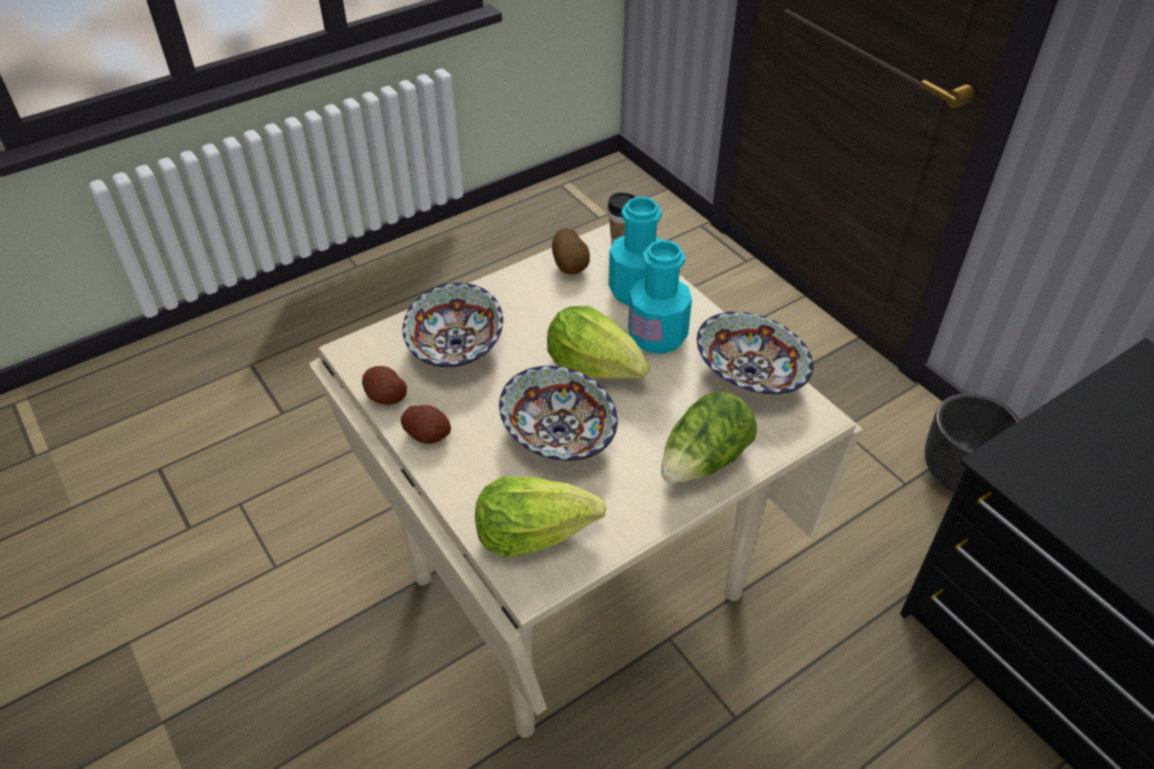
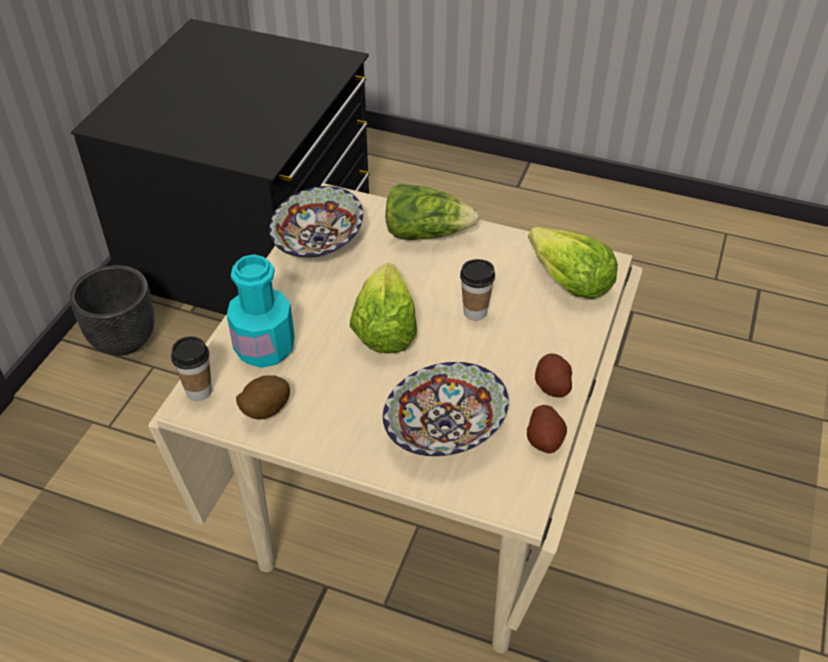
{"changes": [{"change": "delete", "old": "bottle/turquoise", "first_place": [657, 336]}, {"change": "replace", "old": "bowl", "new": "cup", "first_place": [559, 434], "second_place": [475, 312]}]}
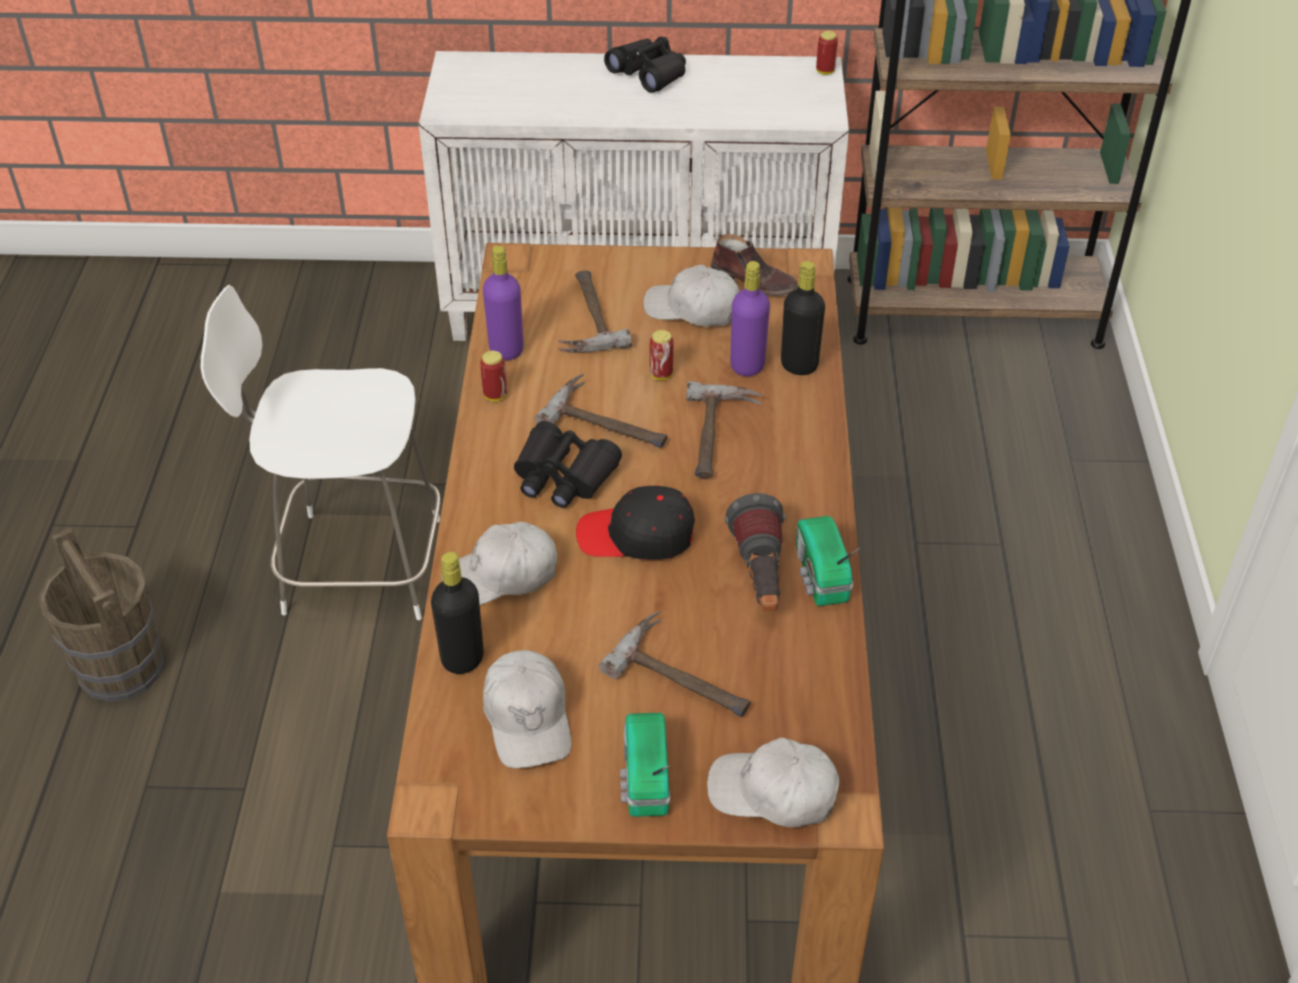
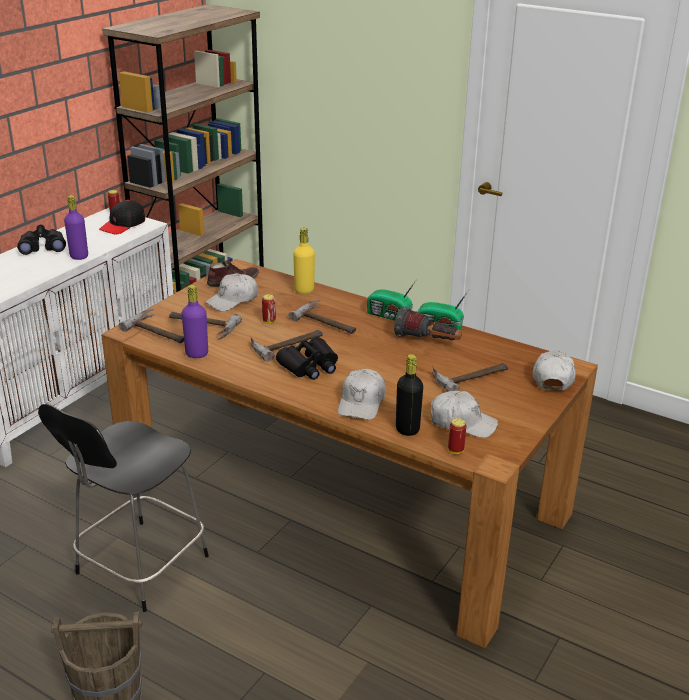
{"changes": [{"change": "move", "old": "bottle/purple", "first_place": [747, 365], "second_place": [79, 256]}, {"change": "recolor", "old": "bottle/black", "new": "bottle/yellow", "first_place": [799, 365], "second_place": [304, 290]}, {"change": "recolor", "old": "chair/white", "new": "chair/black", "first_place": [355, 565], "second_place": [139, 567]}, {"change": "move", "old": "can", "first_place": [495, 395], "second_place": [455, 451]}, {"change": "move", "old": "cap/black", "first_place": [636, 535], "second_place": [123, 225]}, {"change": "move", "old": "radio", "first_place": [644, 780], "second_place": [389, 316]}, {"change": "rotate", "old": "cap/white", "first_place": [773, 793], "second_place": [553, 377], "degrees": 150}, {"change": "insert", "new": "hammer", "second_place": [160, 331]}]}
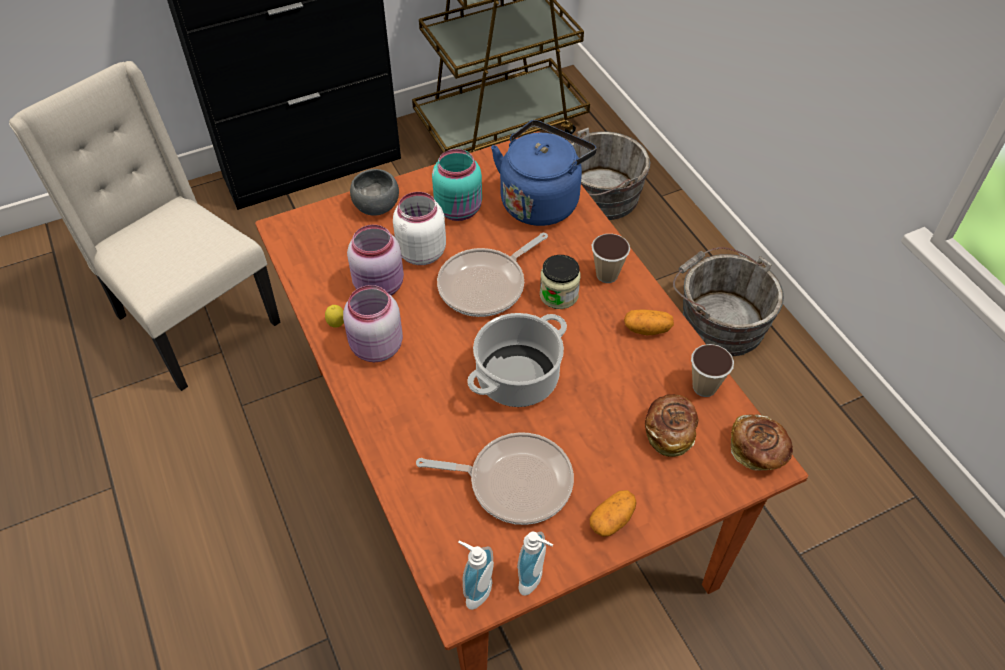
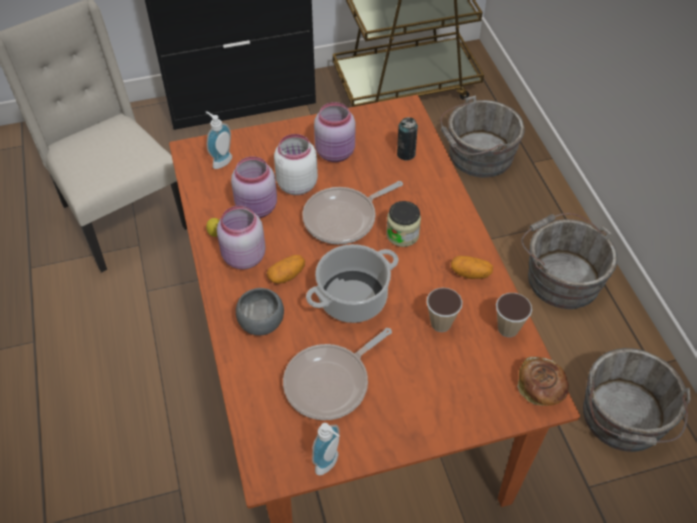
{"changes": [{"change": "replace", "old": "kettle/blue", "new": "can", "first_place": [541, 200], "second_place": [406, 154]}, {"change": "recolor", "old": "jar/turquoise", "new": "jar/pink", "first_place": [460, 210], "second_place": [336, 153]}, {"change": "move", "old": "bowl/grey", "first_place": [377, 205], "second_place": [262, 321]}, {"change": "move", "old": "cup", "first_place": [607, 275], "second_place": [441, 323]}, {"change": "delete", "old": "bread", "first_place": [669, 432]}, {"change": "rotate", "old": "frying pan", "first_place": [514, 482], "second_place": [331, 382], "degrees": 120}, {"change": "move", "old": "potato", "first_place": [612, 520], "second_place": [287, 275]}, {"change": "move", "old": "soap dispenser", "first_place": [475, 590], "second_place": [220, 160]}, {"change": "insert", "new": "bucket/grey", "second_place": [623, 419]}]}
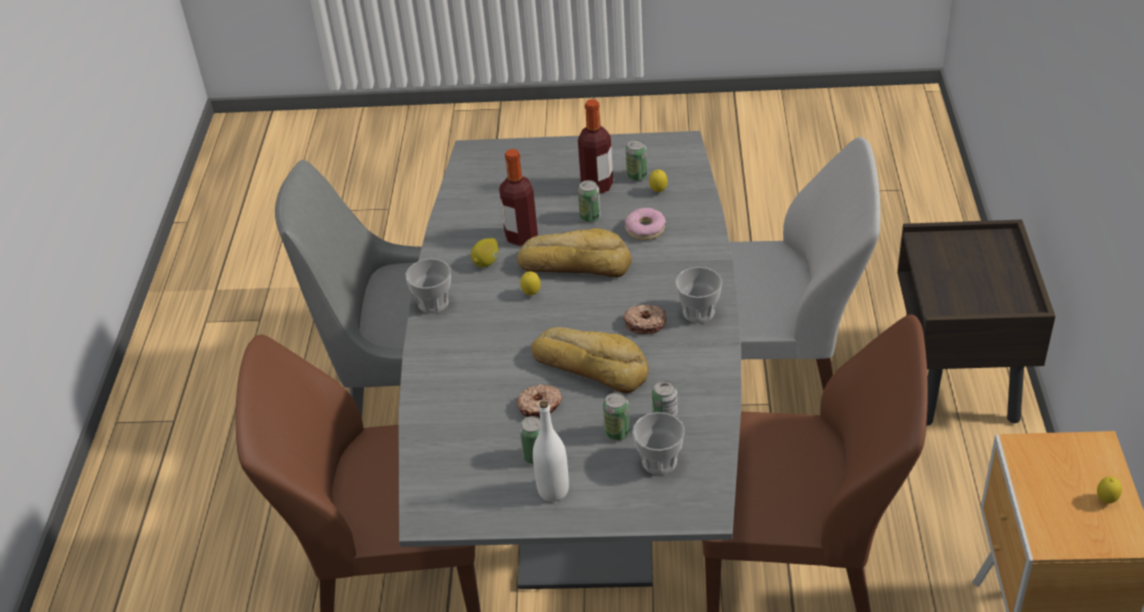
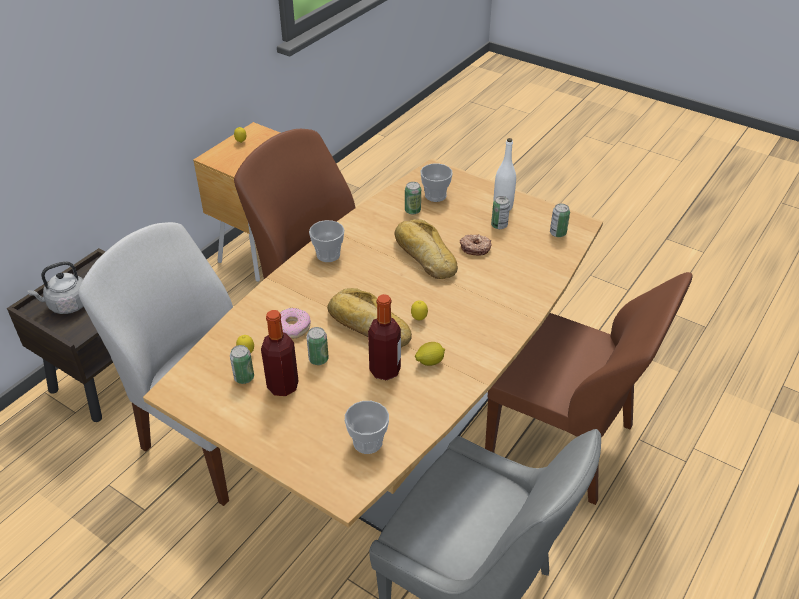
{"changes": [{"change": "recolor", "old": "dining table/grey", "new": "dining table/brown", "first_place": [587, 485], "second_place": [399, 438]}, {"change": "move", "old": "cup", "first_place": [433, 303], "second_place": [367, 442]}, {"change": "delete", "old": "donut", "first_place": [645, 323]}, {"change": "move", "old": "can", "first_place": [617, 433], "second_place": [558, 233]}, {"change": "insert", "new": "kettle/grey", "second_place": [67, 305]}]}
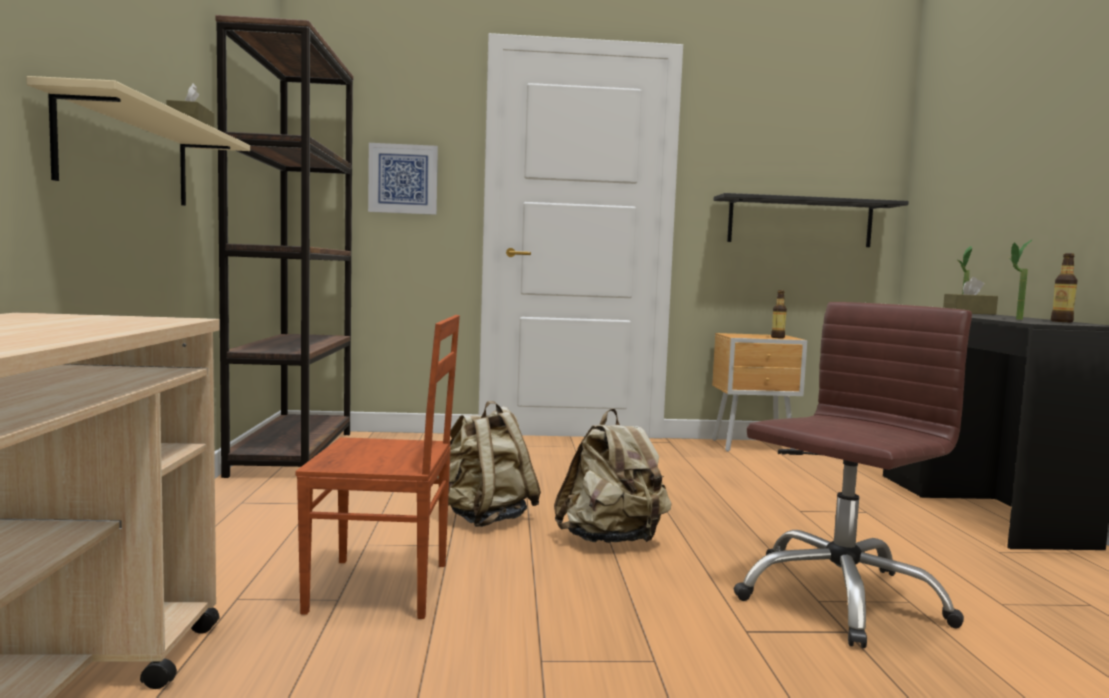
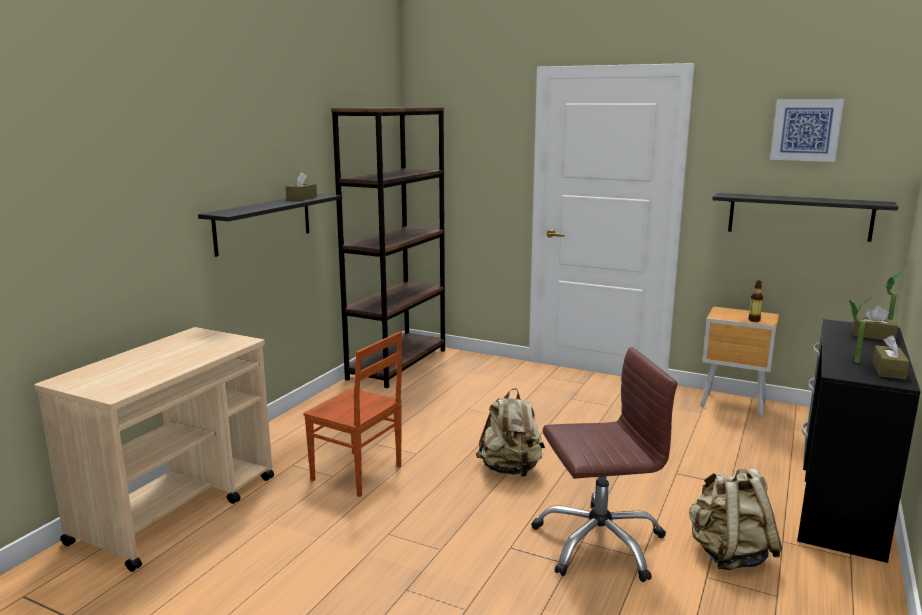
{"changes": [{"change": "recolor", "old": "shelf/beige", "new": "shelf/black", "first_place": [127, 155], "second_place": [263, 223]}, {"change": "move", "old": "picture", "first_place": [403, 179], "second_place": [806, 130]}, {"change": "replace", "old": "bottle", "new": "tissue box/brown", "first_place": [1061, 321], "second_place": [888, 370]}, {"change": "move", "old": "backpack/beige", "first_place": [484, 518], "second_place": [729, 555]}]}
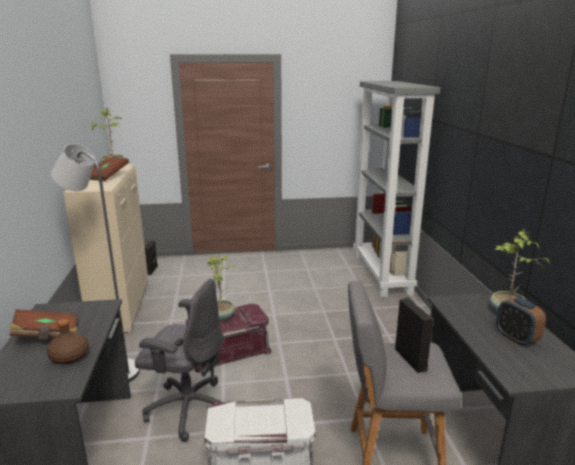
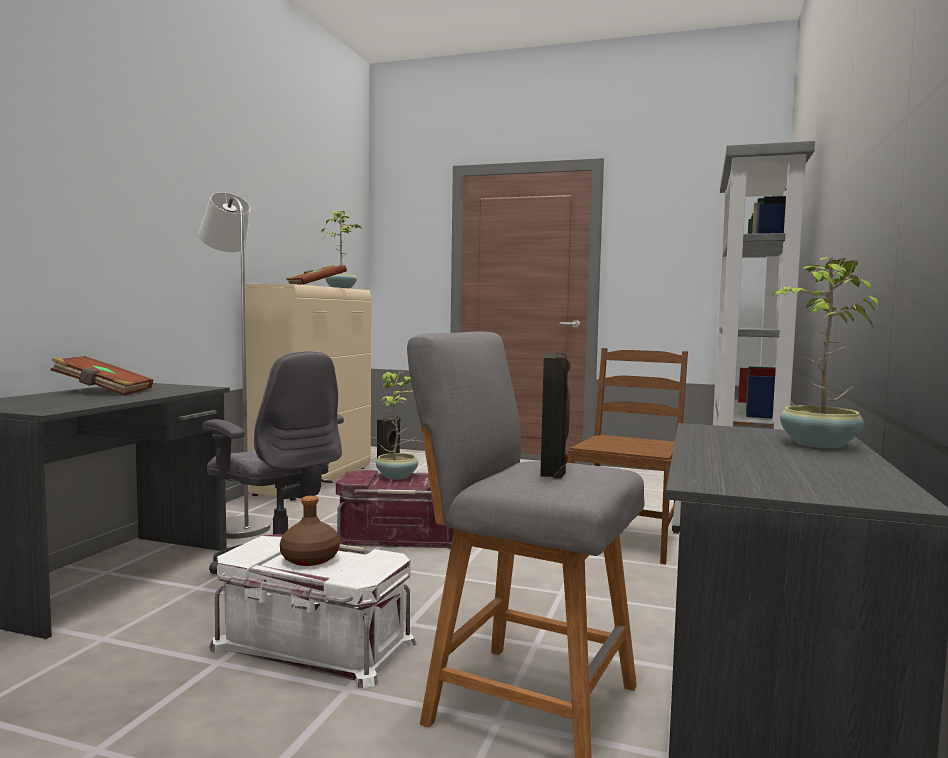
{"changes": [{"change": "delete", "old": "alarm clock", "first_place": [516, 338]}, {"change": "move", "old": "bottle/brown", "first_place": [69, 356], "second_place": [309, 559]}, {"change": "insert", "new": "chair/brown", "second_place": [625, 539]}]}
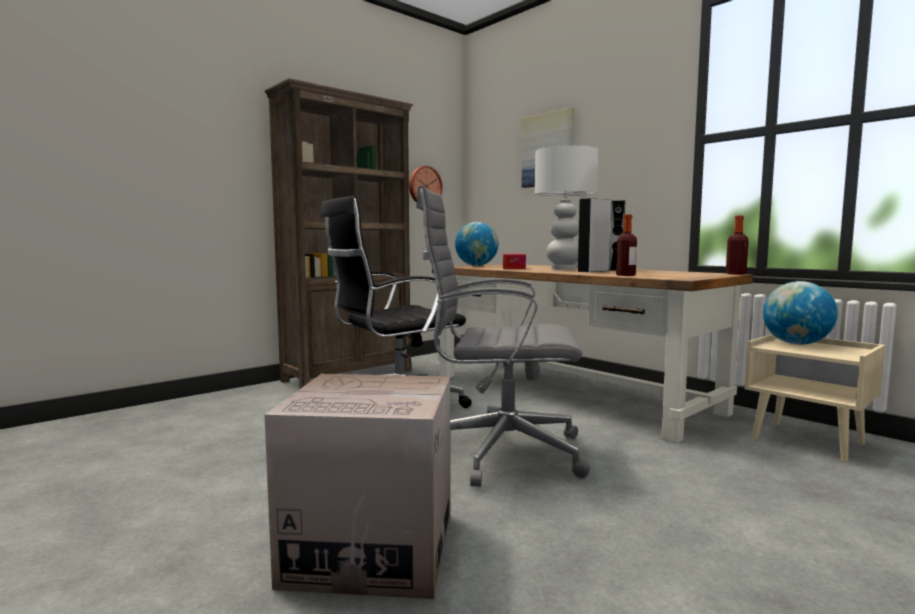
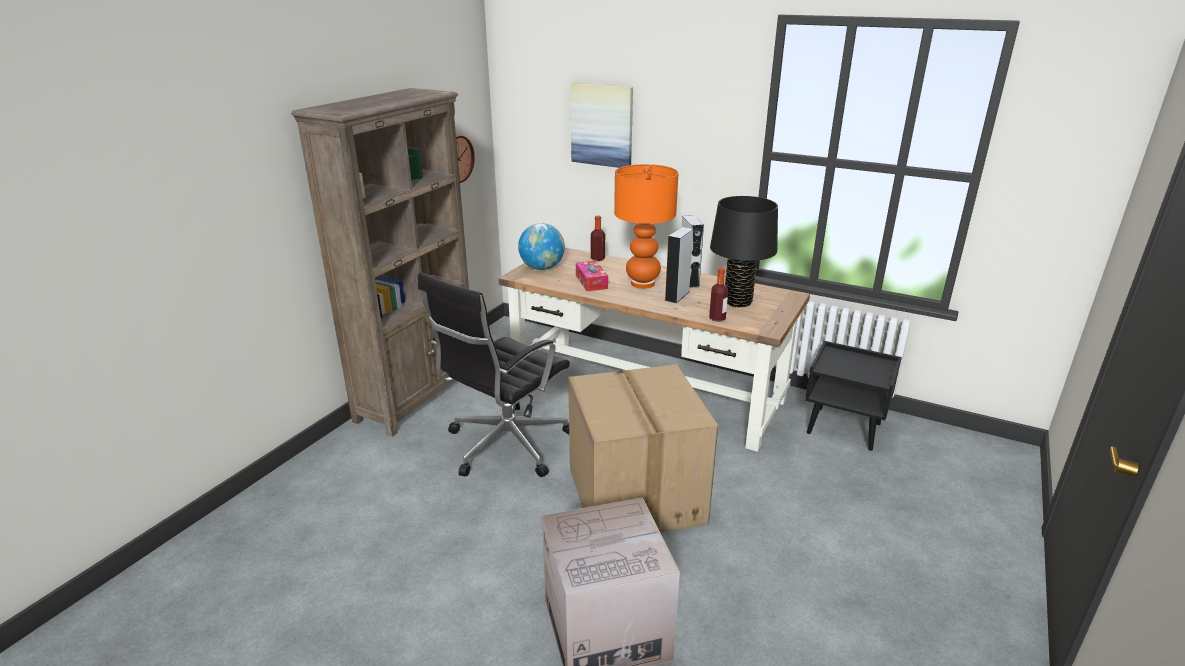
{"changes": [{"change": "recolor", "old": "table lamp/white", "new": "table lamp/orange", "first_place": [563, 269], "second_place": [642, 283]}, {"change": "replace", "old": "office chair/grey", "new": "cardboard box", "first_place": [500, 451], "second_place": [633, 494]}, {"change": "move", "old": "bottle", "first_place": [735, 274], "second_place": [597, 259]}, {"change": "delete", "old": "globe", "first_place": [796, 344]}, {"change": "recolor", "old": "nightstand/beige", "new": "nightstand/black", "first_place": [808, 441], "second_place": [844, 428]}, {"change": "insert", "new": "table lamp/black", "second_place": [737, 302]}]}
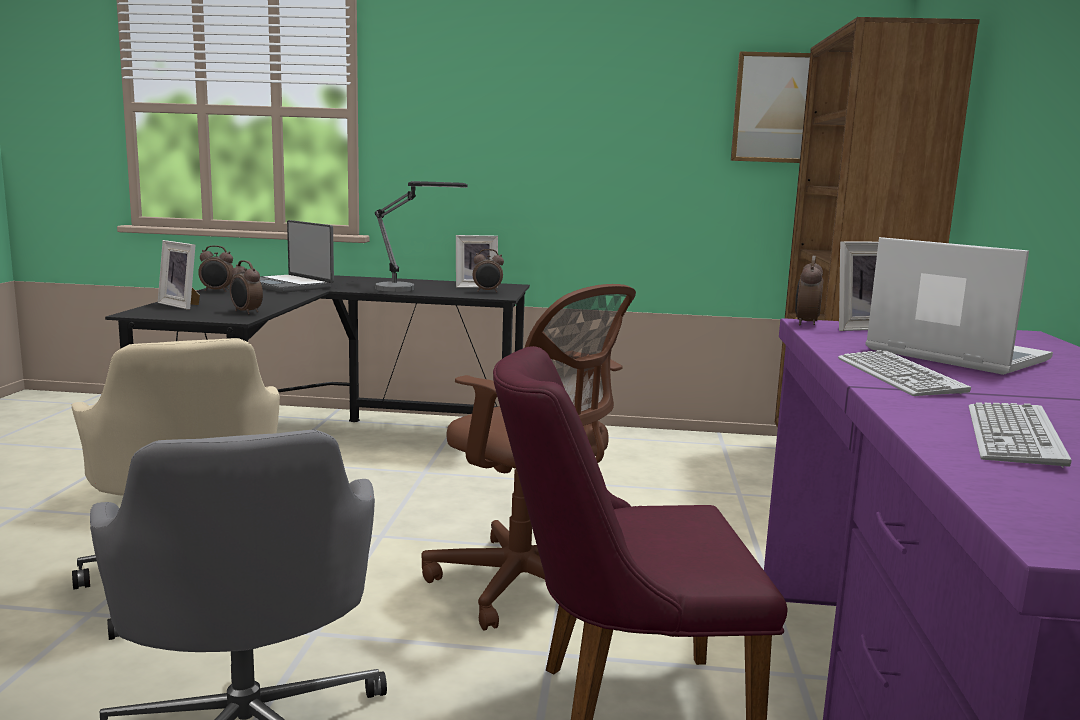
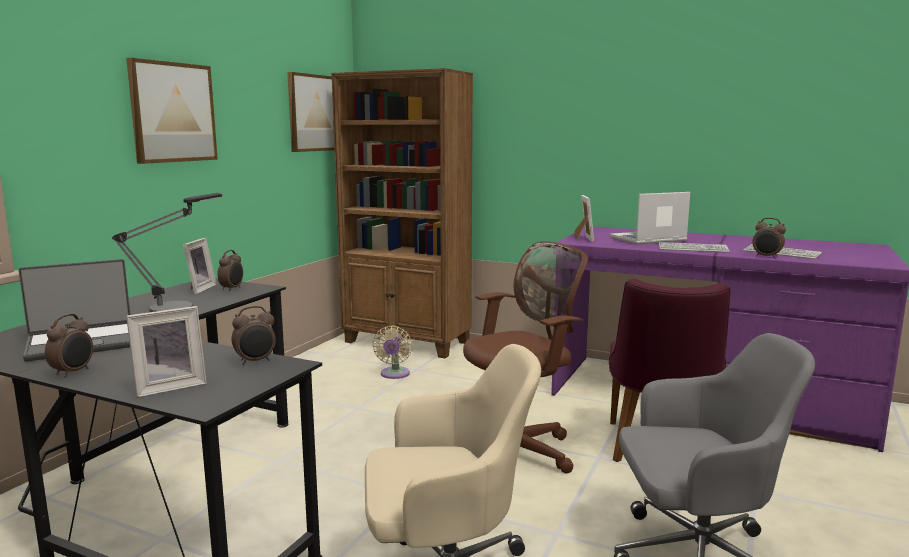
{"changes": [{"change": "move", "old": "alarm clock", "first_place": [805, 323], "second_place": [766, 257]}, {"change": "insert", "new": "picture", "second_place": [172, 112]}, {"change": "insert", "new": "fan/beige", "second_place": [394, 374]}]}
